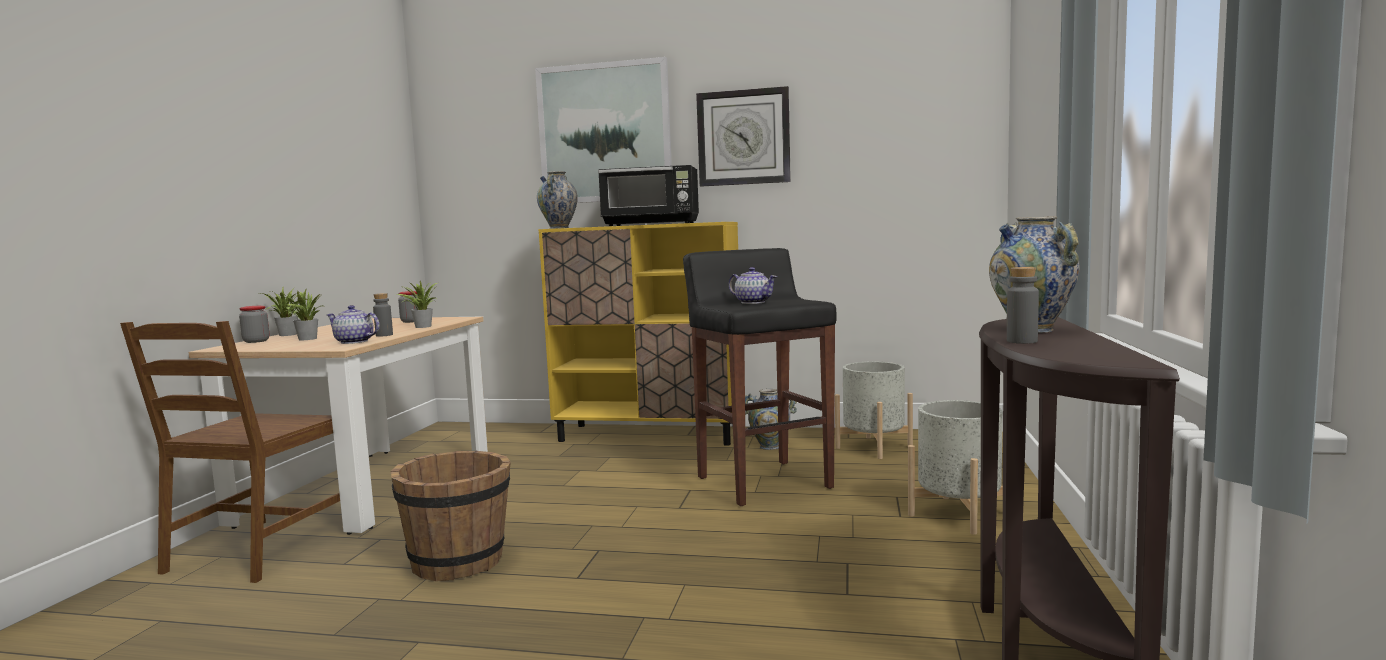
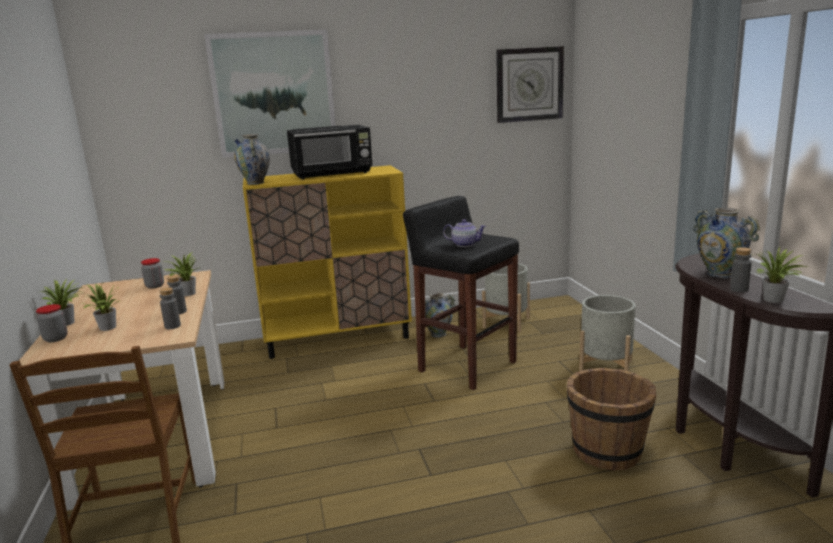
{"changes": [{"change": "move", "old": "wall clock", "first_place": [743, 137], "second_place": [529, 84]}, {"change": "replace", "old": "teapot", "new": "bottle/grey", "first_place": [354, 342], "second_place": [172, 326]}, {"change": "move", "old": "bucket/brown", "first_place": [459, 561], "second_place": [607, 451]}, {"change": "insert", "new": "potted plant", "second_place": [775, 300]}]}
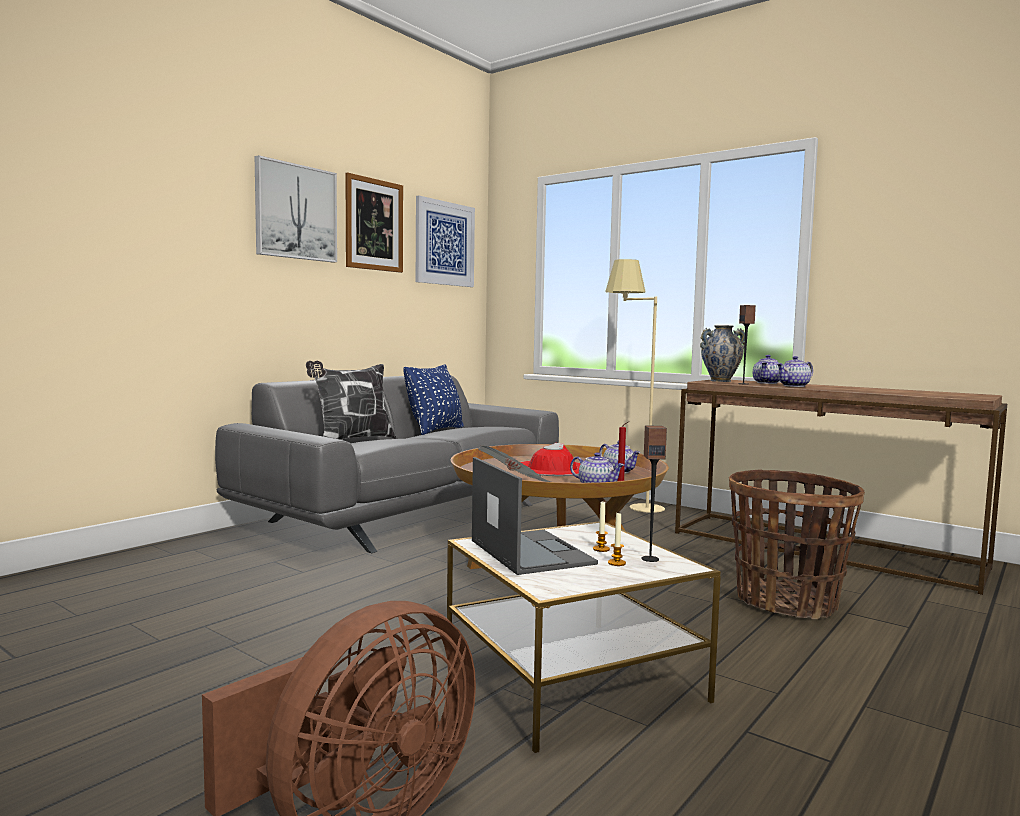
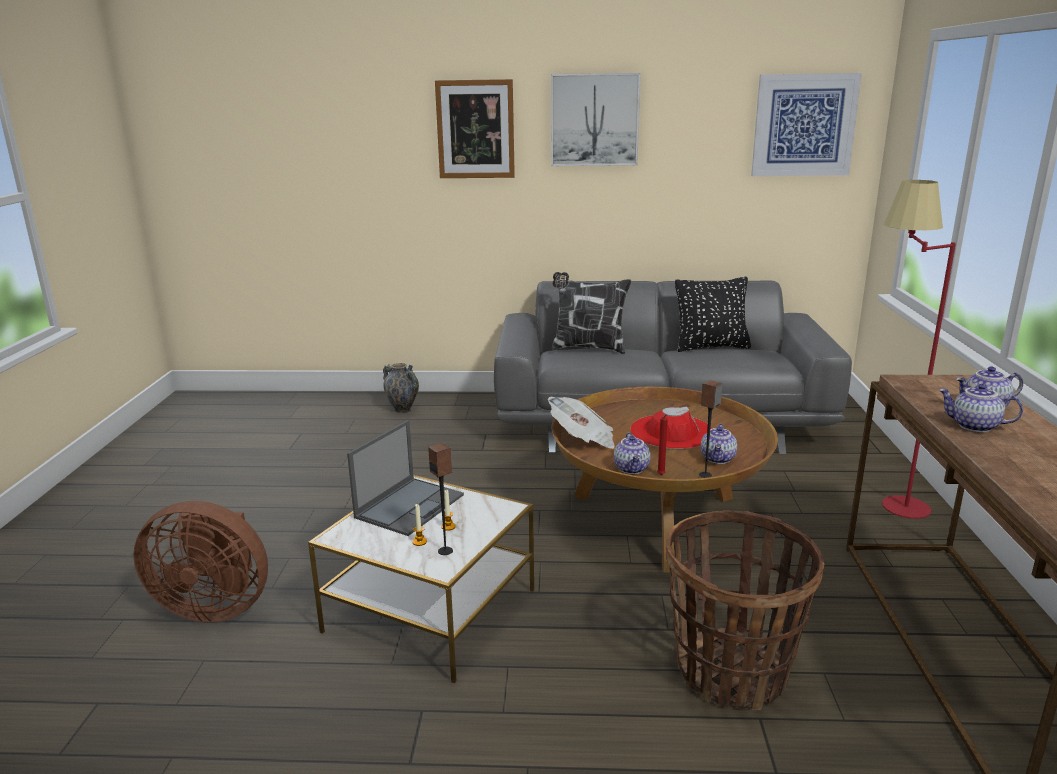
{"changes": [{"change": "move", "old": "picture", "first_place": [374, 225], "second_place": [475, 129]}, {"change": "recolor", "old": "floor lamp/beige", "new": "floor lamp/red", "first_place": [631, 508], "second_place": [885, 499]}, {"change": "move", "old": "speaker", "first_place": [743, 384], "second_place": [705, 475]}, {"change": "move", "old": "vase", "first_place": [720, 381], "second_place": [402, 410]}, {"change": "recolor", "old": "pillow/blue", "new": "pillow/black", "first_place": [435, 430], "second_place": [711, 347]}]}
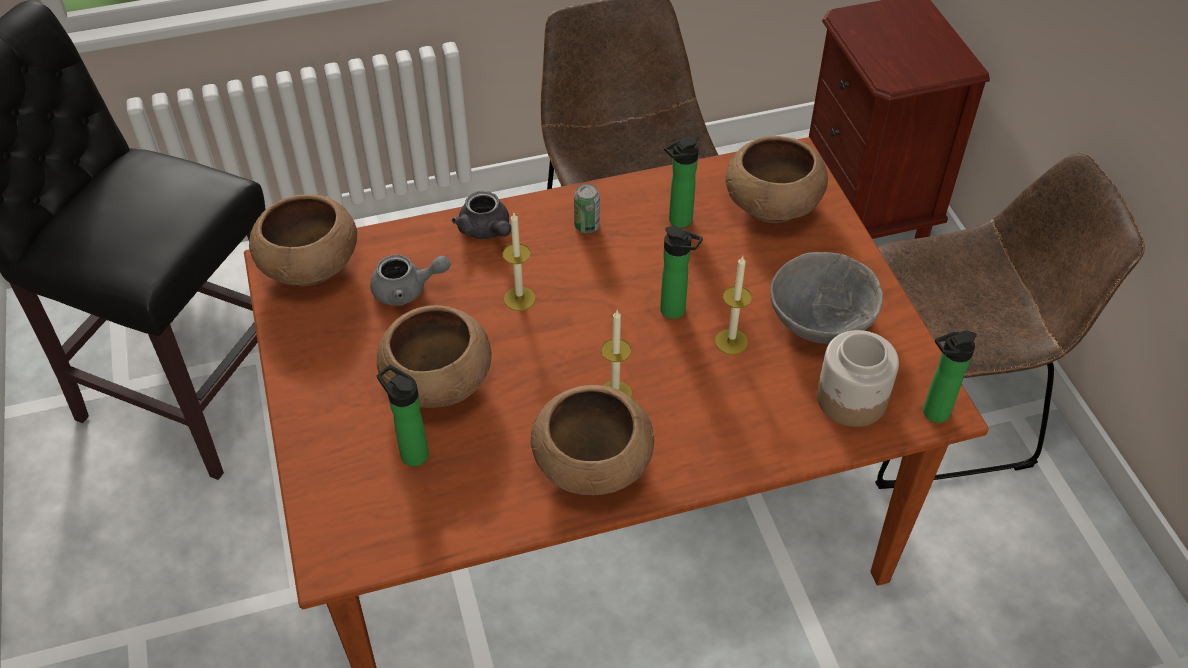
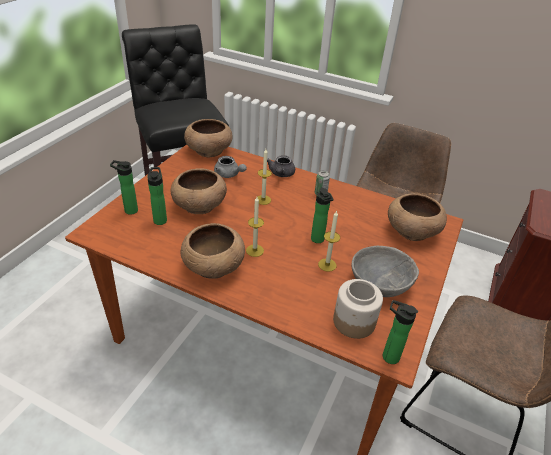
{"changes": [{"change": "move", "old": "bottle", "first_place": [677, 221], "second_place": [129, 210]}]}
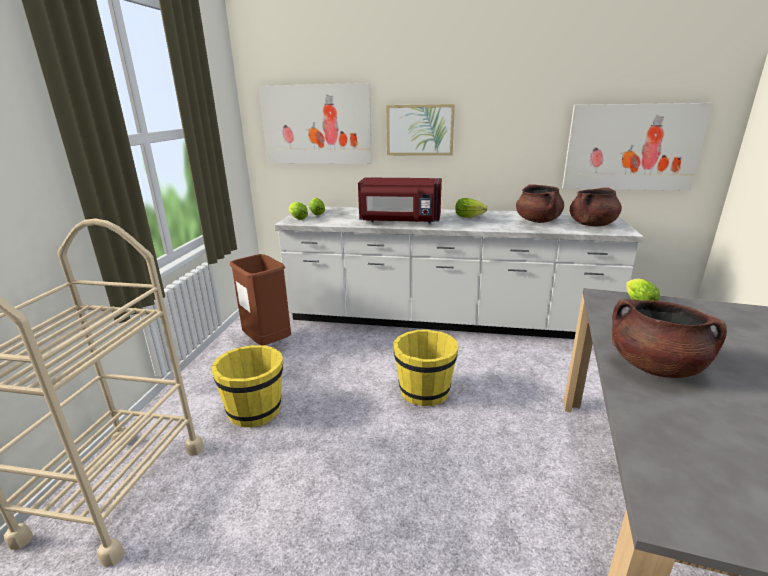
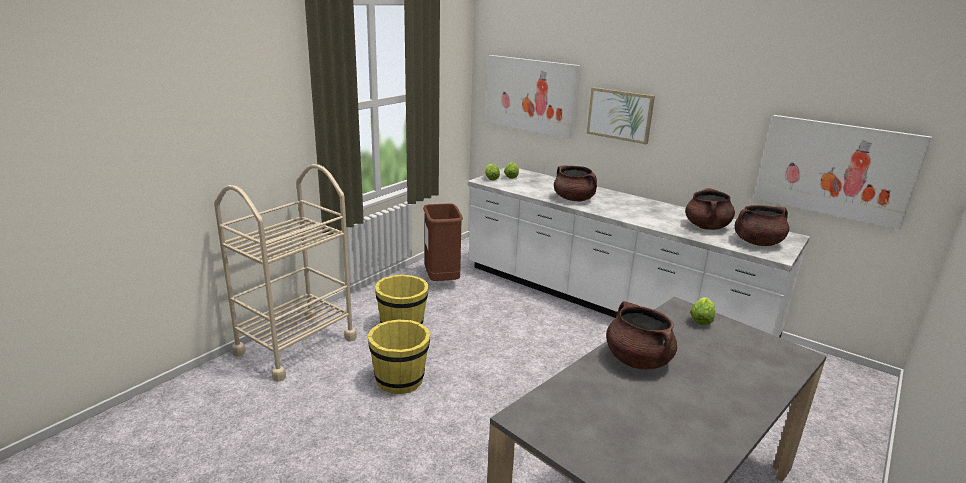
{"changes": [{"change": "replace", "old": "microwave/red", "new": "cooking pot/brown", "first_place": [399, 221], "second_place": [574, 199]}, {"change": "delete", "old": "lettuce", "first_place": [468, 217]}, {"change": "move", "old": "bucket/yellow", "first_place": [424, 391], "second_place": [400, 379]}]}
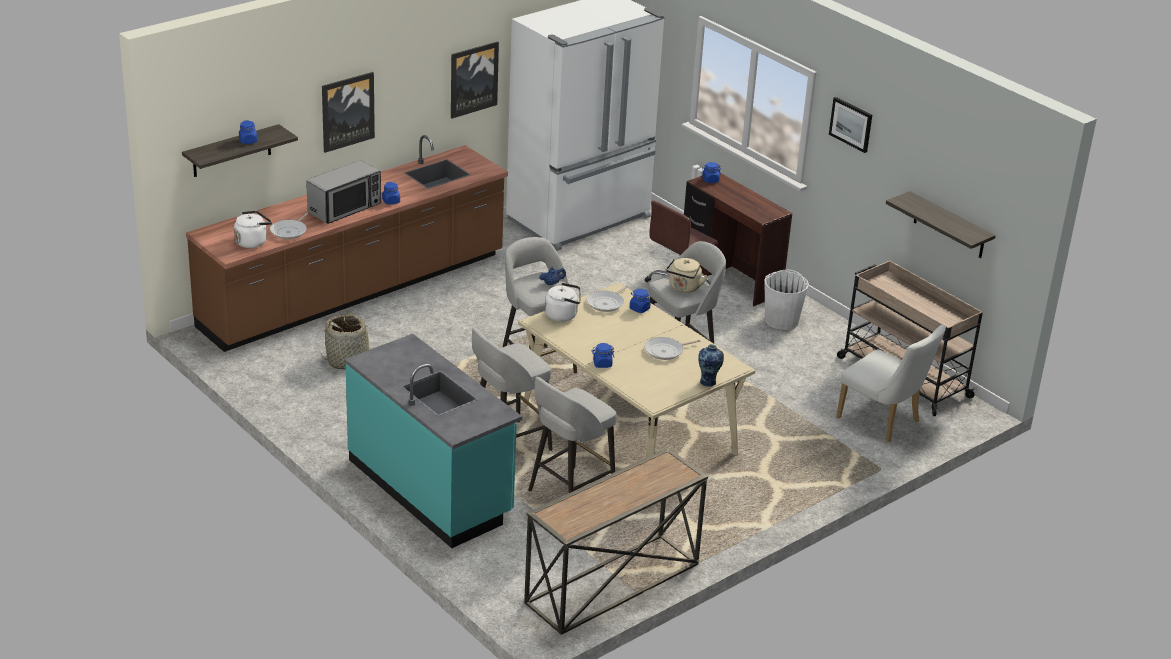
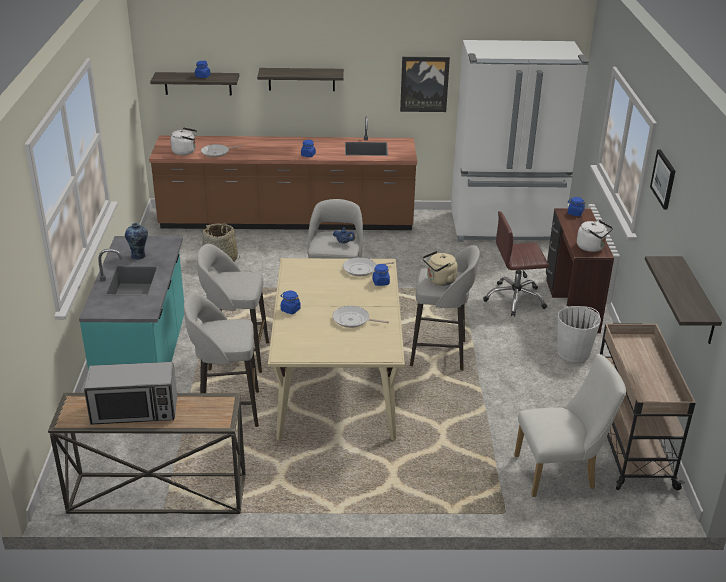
{"changes": [{"change": "replace", "old": "picture", "new": "shelf", "first_place": [347, 111], "second_place": [301, 79]}, {"change": "move", "old": "microwave", "first_place": [345, 208], "second_place": [134, 411]}, {"change": "move", "old": "kettle/white", "first_place": [563, 315], "second_place": [592, 247]}, {"change": "rotate", "old": "chair/white", "first_place": [883, 422], "second_place": [560, 472], "degrees": -90}, {"change": "move", "old": "vase", "first_place": [708, 381], "second_place": [139, 256]}]}
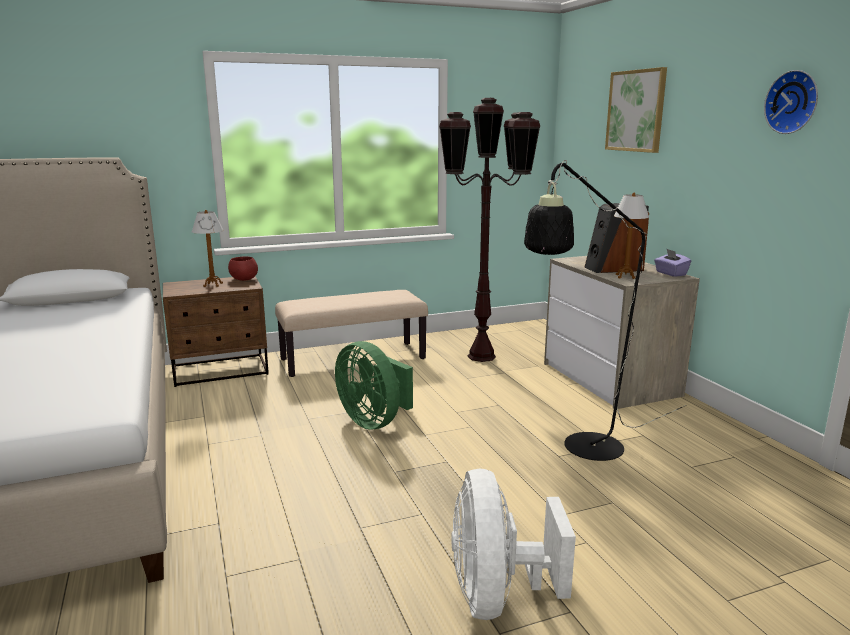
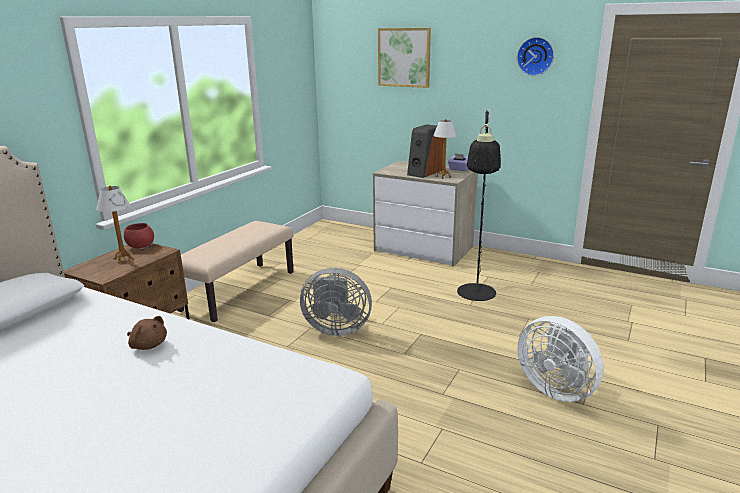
{"changes": [{"change": "delete", "old": "floor lamp/brown", "first_place": [482, 356]}, {"change": "recolor", "old": "fan/green", "new": "fan/grey", "first_place": [374, 421], "second_place": [336, 328]}, {"change": "insert", "new": "plush toy/brown", "second_place": [148, 345]}]}
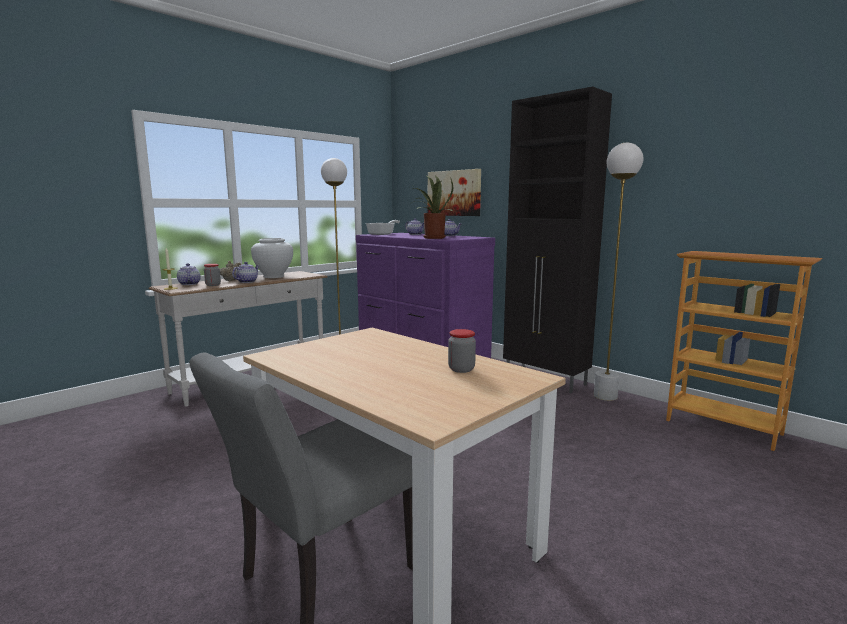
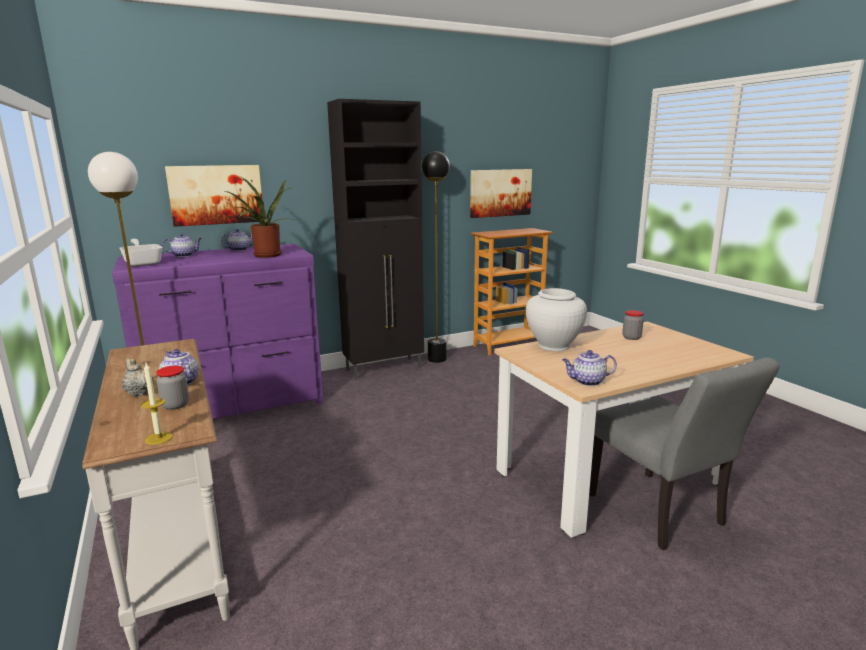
{"changes": [{"change": "recolor", "old": "floor lamp/white", "new": "floor lamp/black", "first_place": [605, 396], "second_place": [437, 359]}, {"change": "move", "old": "vase/white", "first_place": [273, 276], "second_place": [554, 346]}, {"change": "move", "old": "teapot", "first_place": [189, 284], "second_place": [587, 381]}, {"change": "insert", "new": "picture", "second_place": [500, 193]}]}
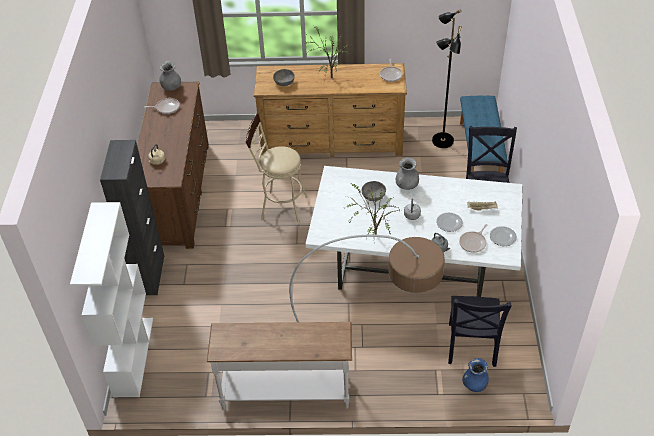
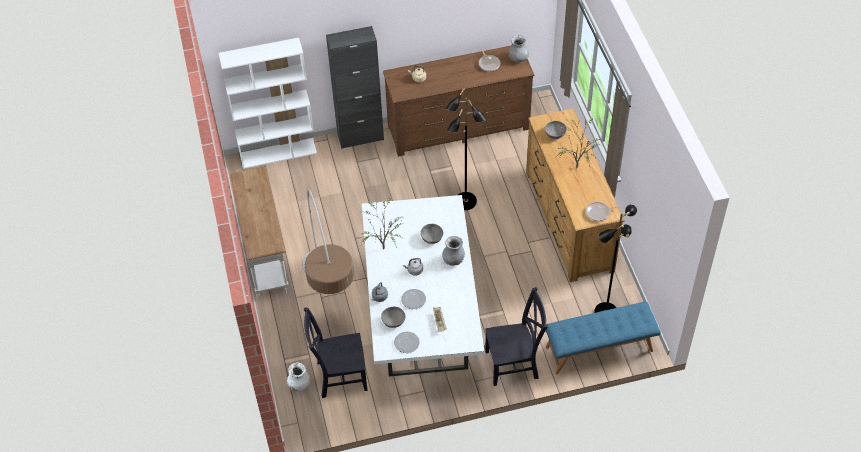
{"changes": [{"change": "replace", "old": "stool/beige", "new": "floor lamp/black", "first_place": [279, 207], "second_place": [465, 202]}, {"change": "replace", "old": "frying pan", "new": "bowl/grey", "first_place": [473, 243], "second_place": [393, 321]}, {"change": "recolor", "old": "vase/blue", "new": "vase/white", "first_place": [474, 384], "second_place": [299, 384]}]}
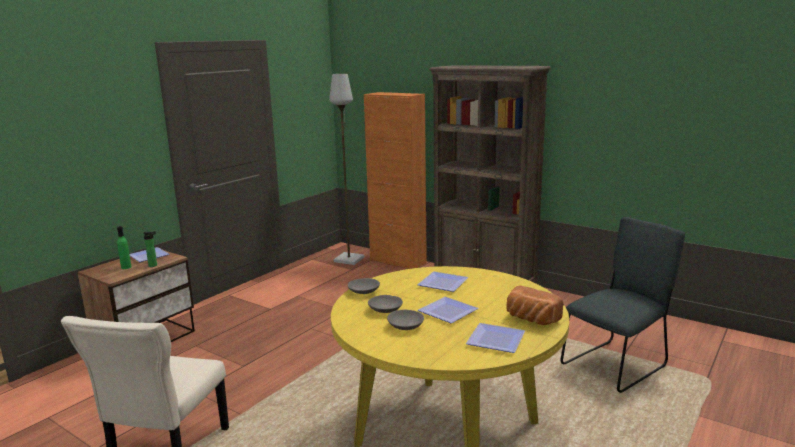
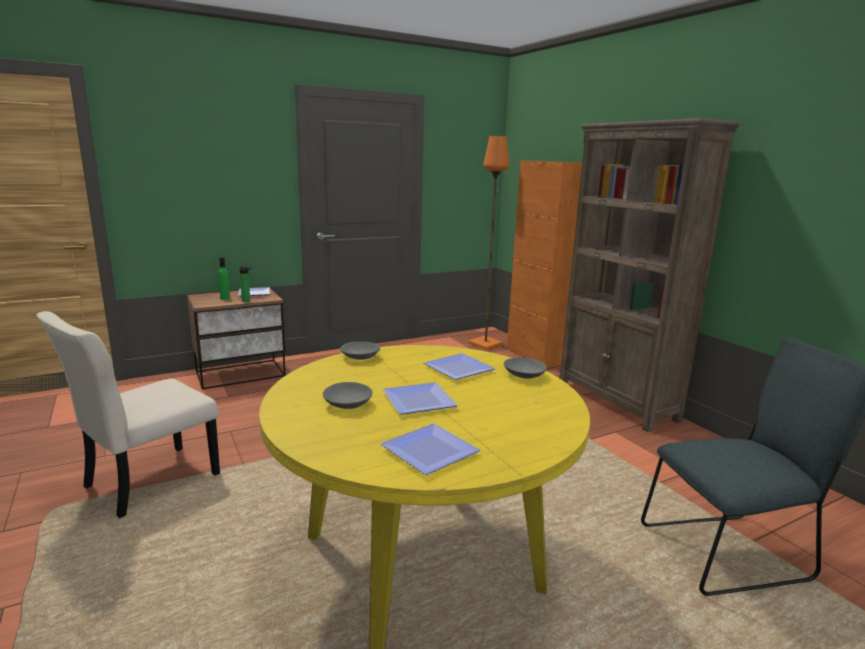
{"changes": [{"change": "recolor", "old": "floor lamp/grey", "new": "floor lamp/orange", "first_place": [349, 259], "second_place": [486, 344]}, {"change": "delete", "old": "bread", "first_place": [531, 319]}, {"change": "move", "old": "bowl/grey", "first_place": [386, 309], "second_place": [525, 375]}]}
